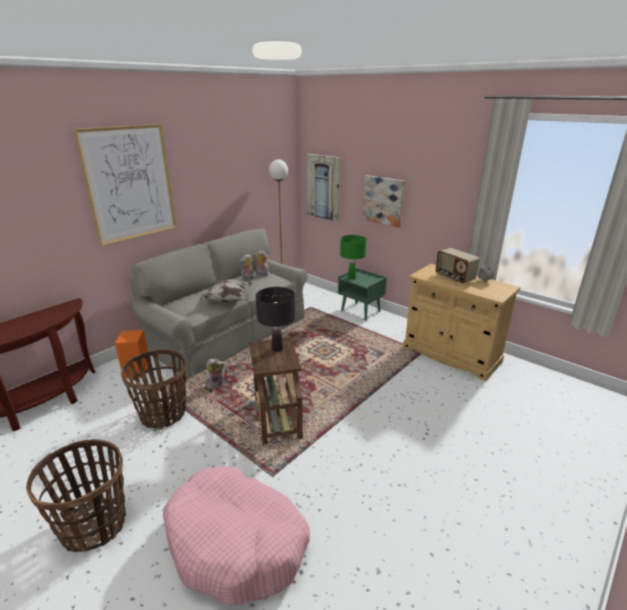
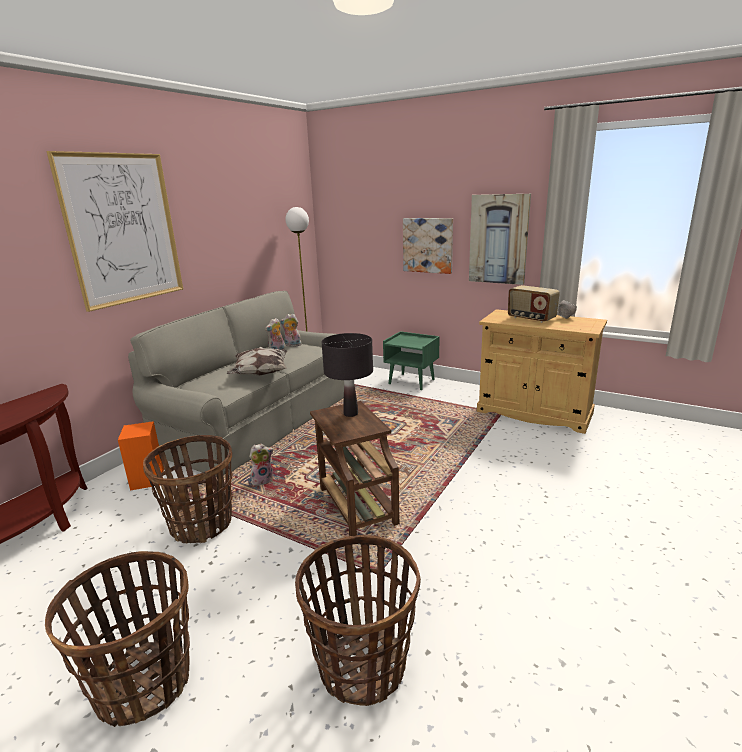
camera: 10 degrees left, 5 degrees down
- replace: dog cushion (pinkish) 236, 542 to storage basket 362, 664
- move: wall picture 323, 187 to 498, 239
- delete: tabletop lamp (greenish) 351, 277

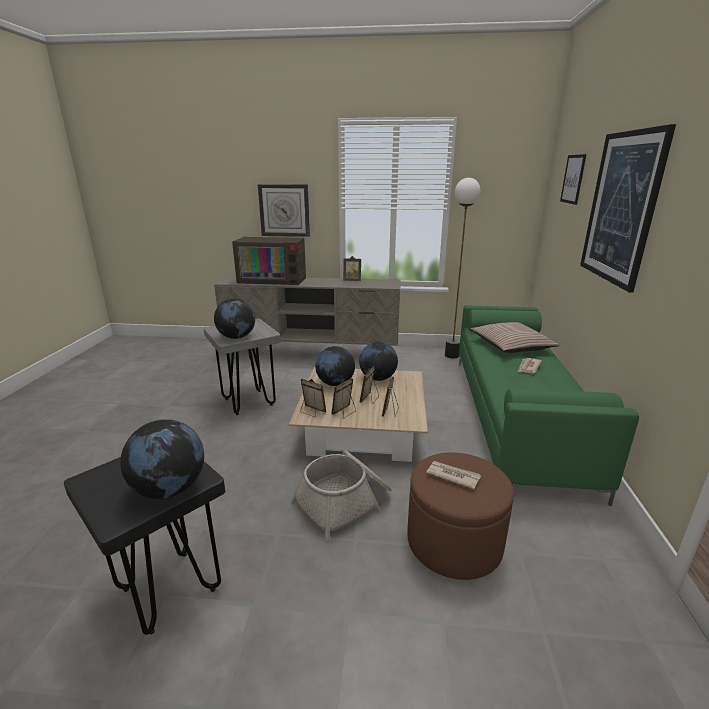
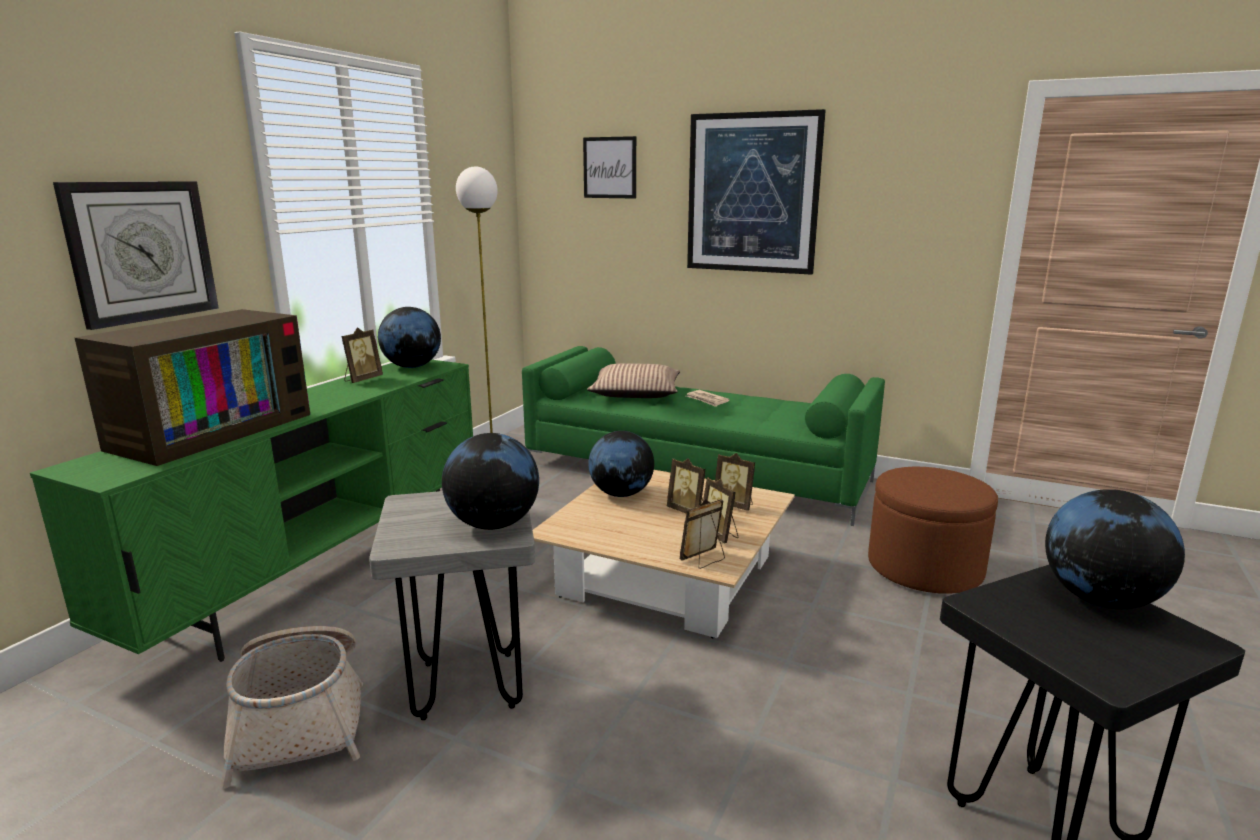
camera: 70 degrees left, 5 degrees down
- recolor: tv stand (beige) 312, 354 to tv stand (greenish) 324, 573
- move: storage basket 345, 502 to 301, 717
- move: globe 335, 383 to 412, 367
- delete: daily paper 452, 476

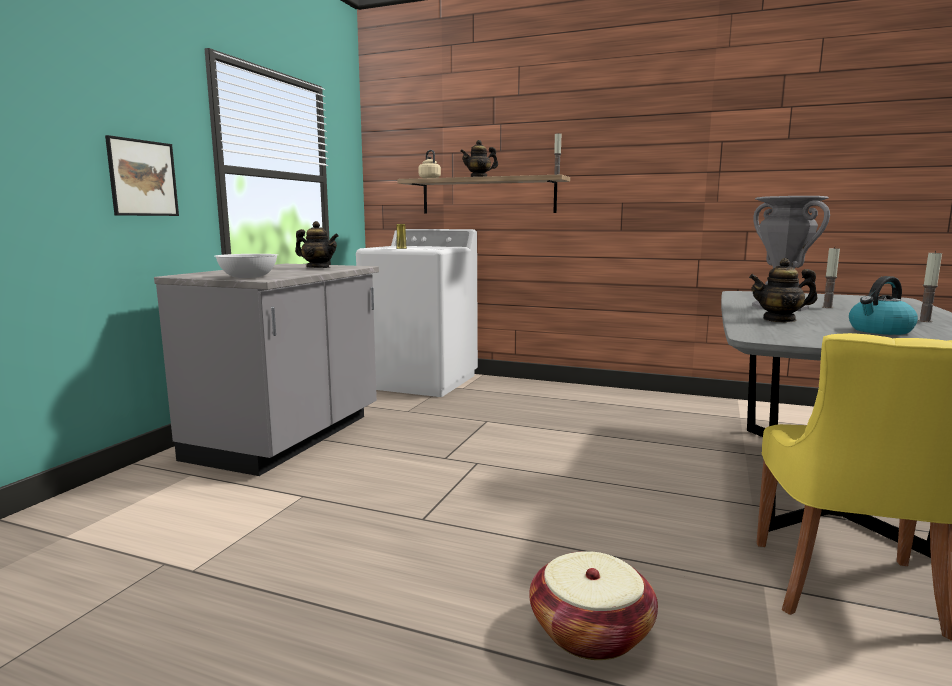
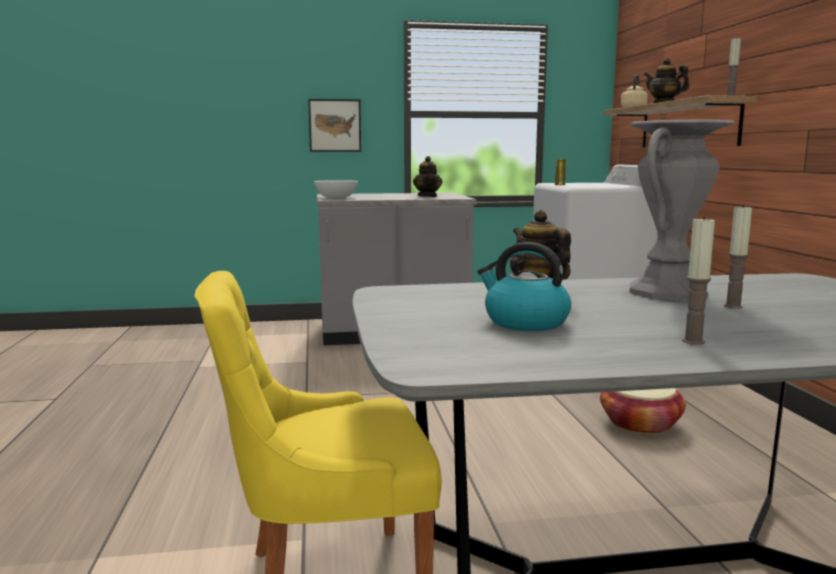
camera: 60 degrees right, 0 degrees up
- move: storage basket 590, 632 to 640, 424

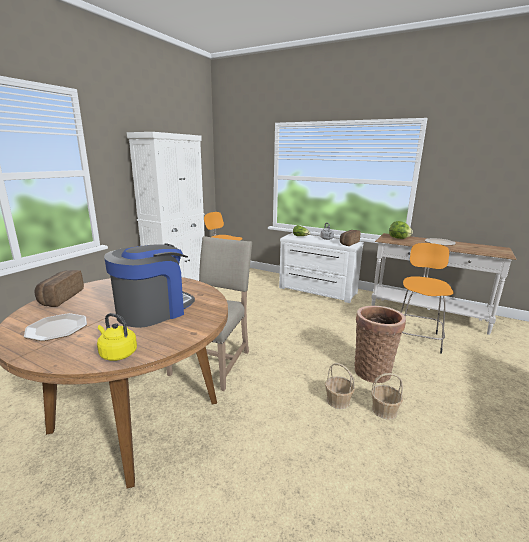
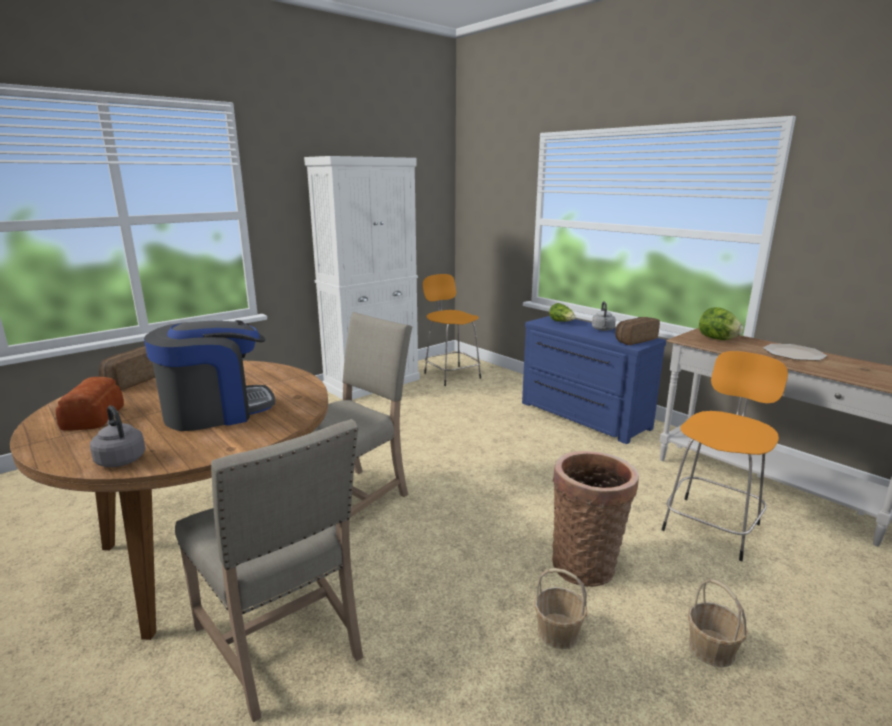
camera: 20 degrees right, 0 degrees up
- replace: plate 57, 328 to bakery bread 95, 417
- recolor: kettle (yellow) 117, 353 to kettle (greyish) 120, 459
- recolor: dresser (white) 317, 291 to dresser (blue-coloured) 582, 416
- move: storage basket 338, 401 to 711, 649
- insert: plain chair (beige) 283, 642

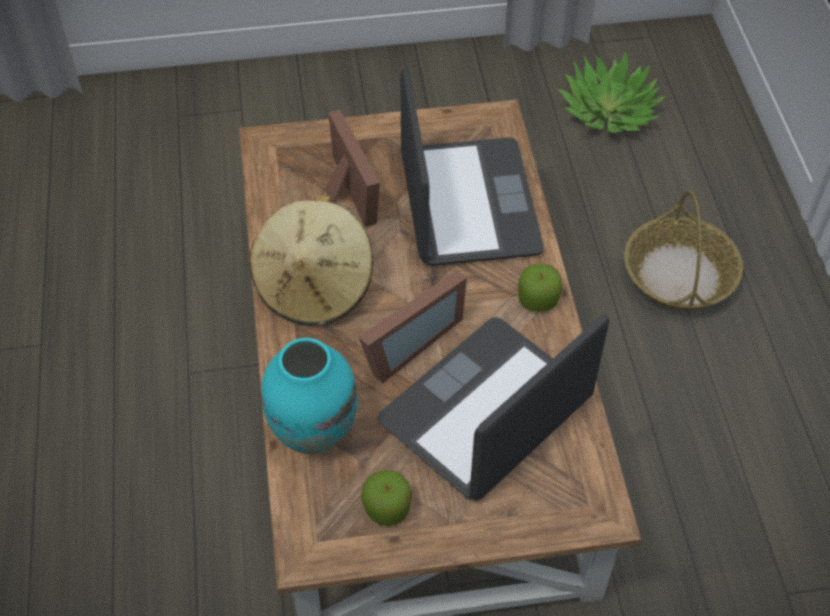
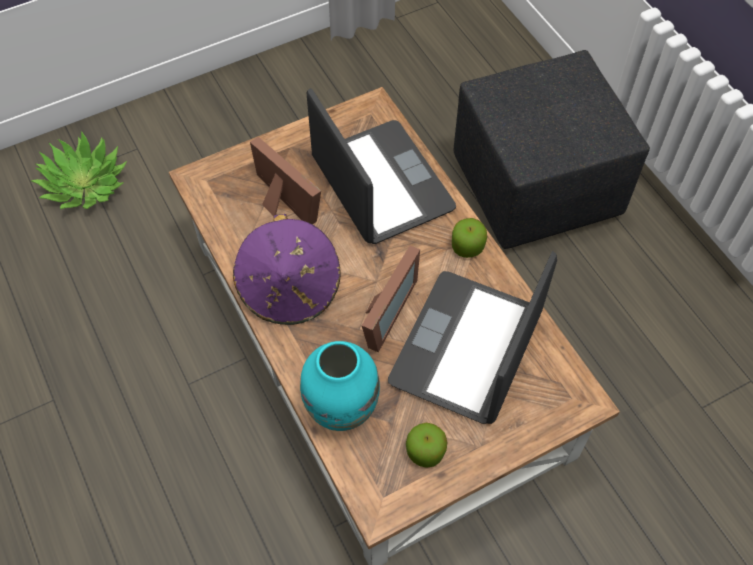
camera: 20 degrees left, 5 degrees up
- recolor: hat (beige) 314, 286 to hat (purple-coloured) 290, 289
- move: houseplant 609, 111 to 85, 184
- replace: storage basket 678, 275 to pouffe (blackish) 533, 188

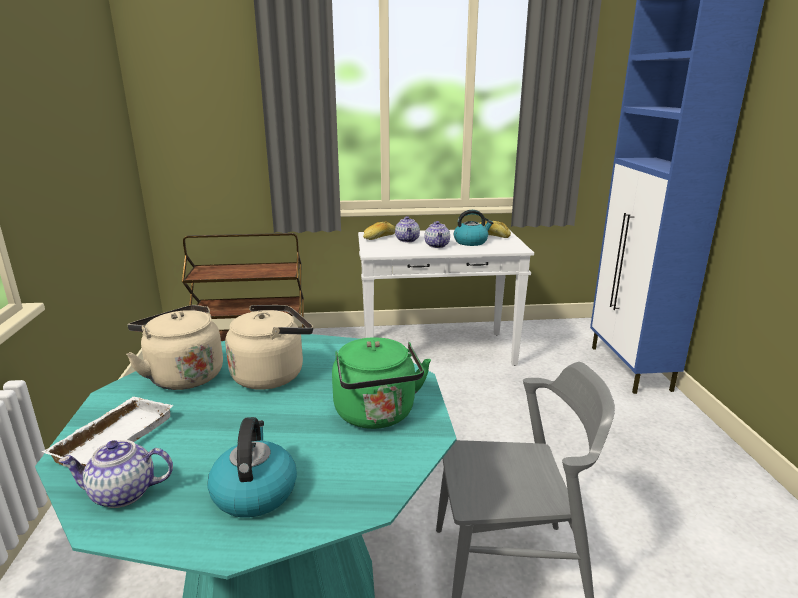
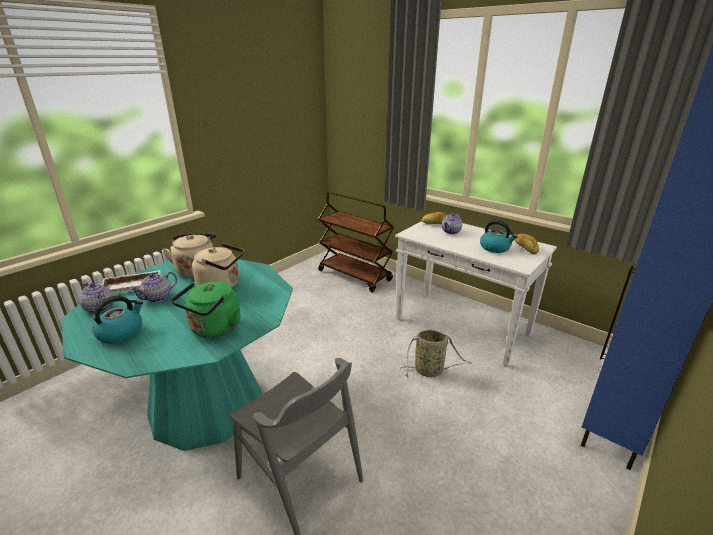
camera: 45 degrees right, 5 degrees up
- move: tea pot 437, 245 to 157, 297
- insert: storage basket 430, 371

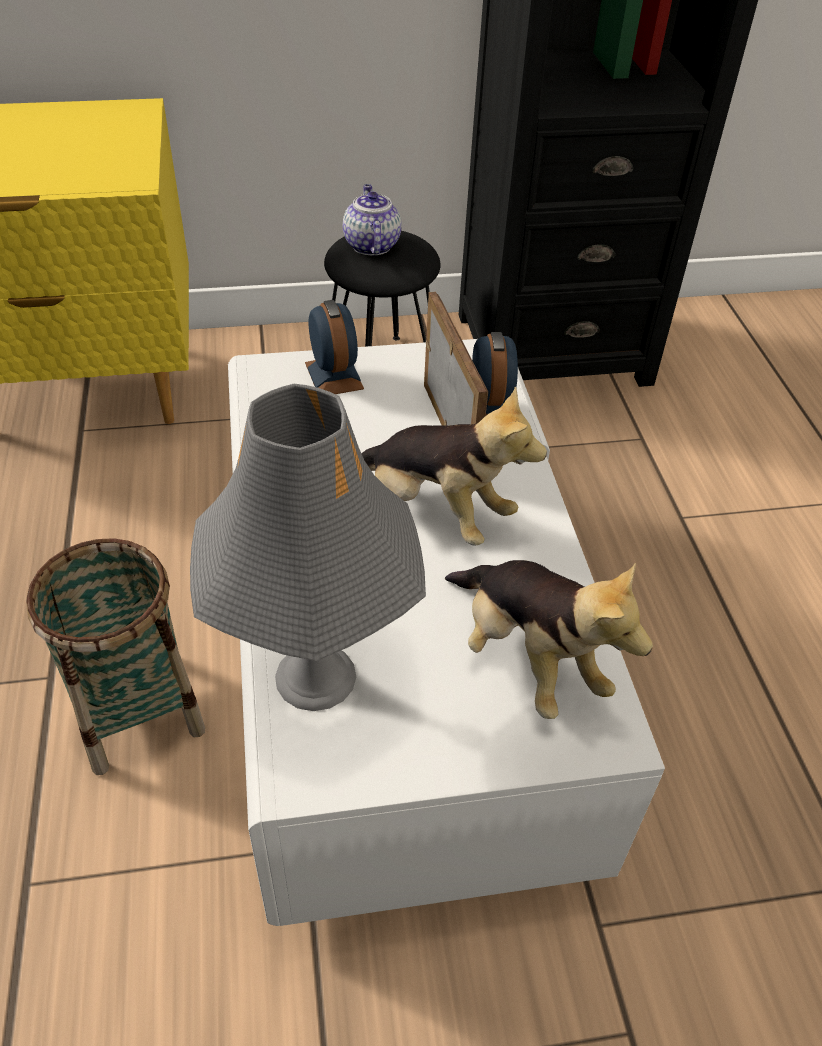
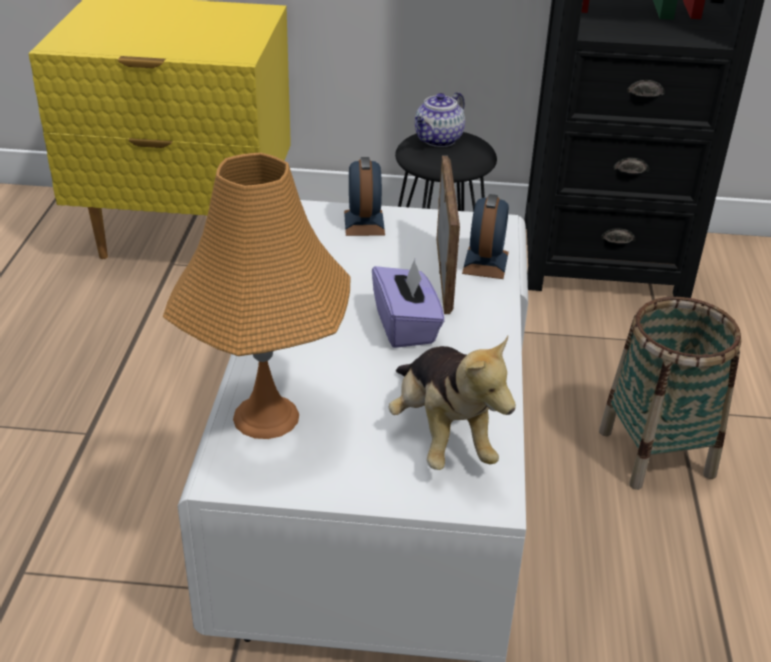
camera: 15 degrees right, 10 degrees down
- move: storage basket 137, 711 to 656, 453
- recolor: tabletop lamp (greyish) 316, 676 to tabletop lamp (orange-coloured) 266, 416
- rotate: tea pot 371, 245 = 438, 140 150 degrees counterclockwise
- replace: cuddly toy 433, 512 to box of tissues (purple-coloured) 406, 326

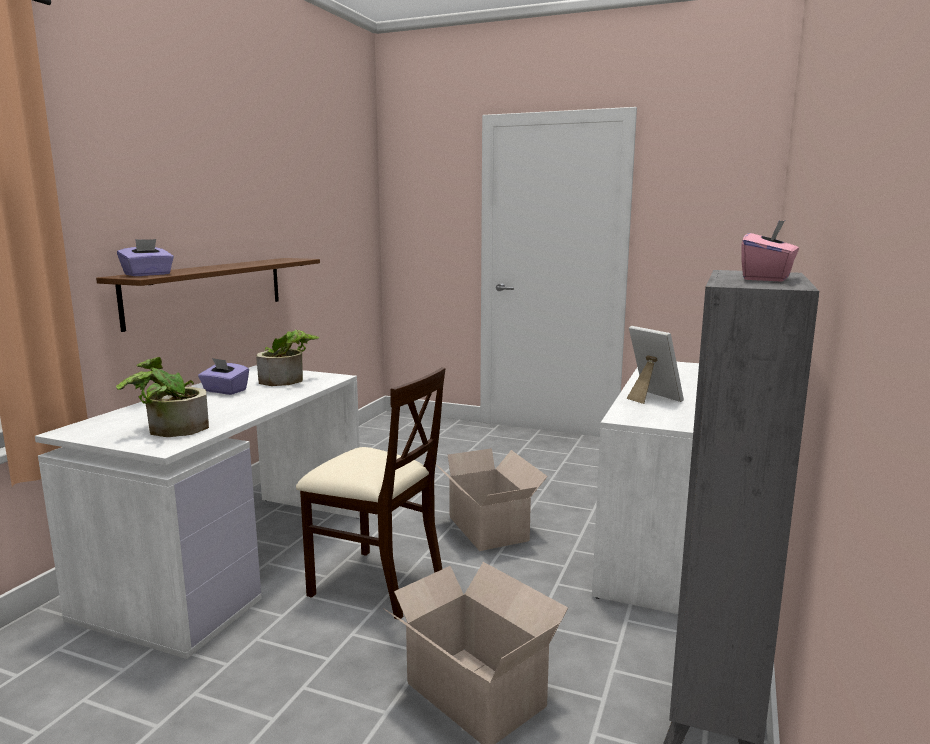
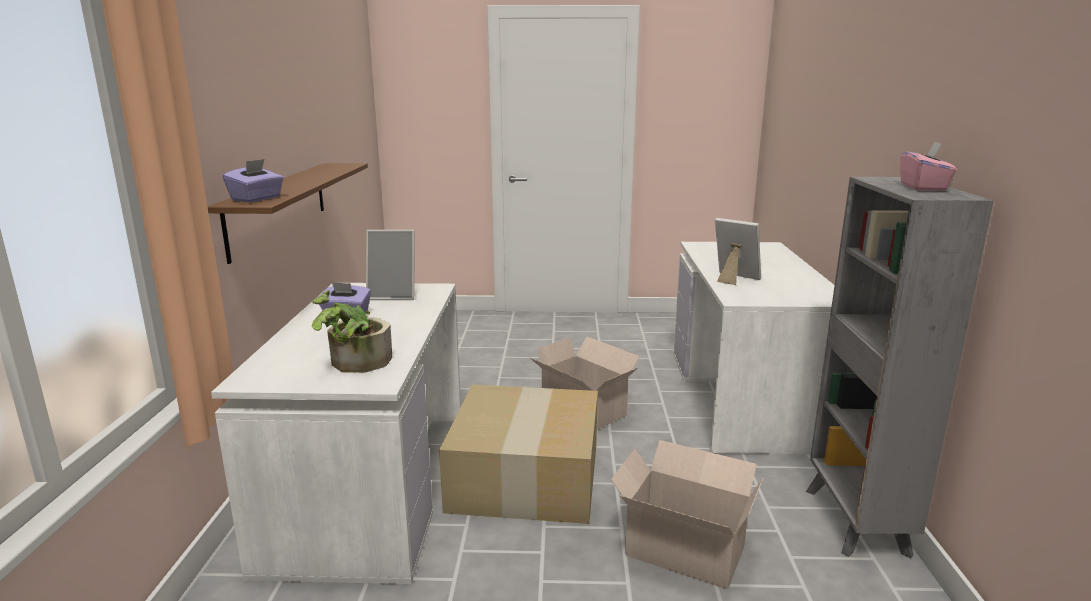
camera: 20 degrees left, 5 degrees up
- replace: houseplant 288, 380 to photo frame 393, 295
- replace: plain chair (beige) 376, 583 to packing box 527, 478

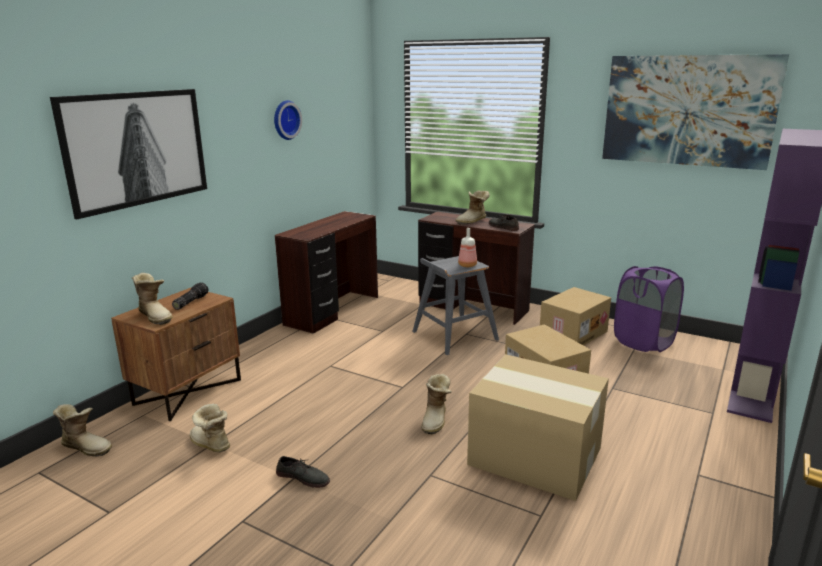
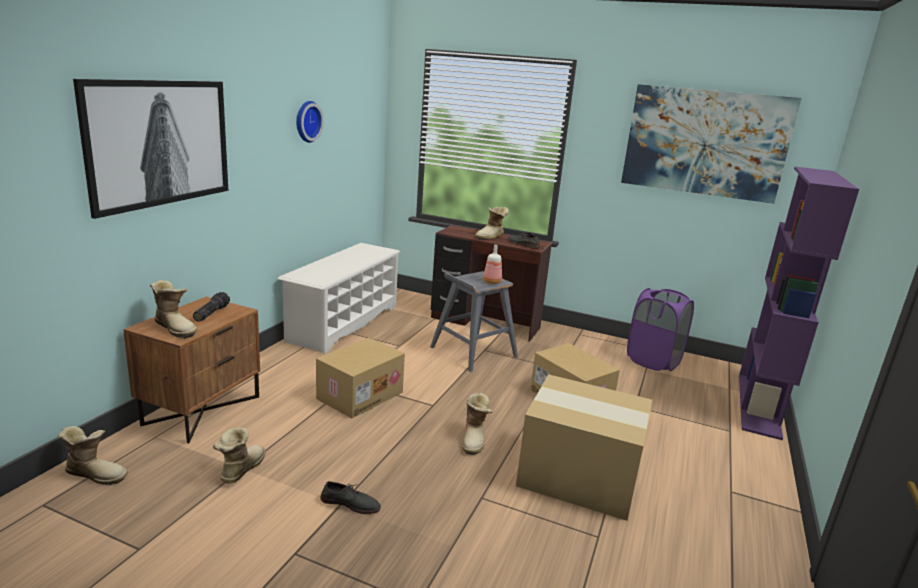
camera: 10 degrees left, 0 degrees up
- rotate: high-top boot 210, 445 = 240, 470 75 degrees clockwise
- replace: desk table (brown) 333, 311 to shoe shelf (white) 343, 323
- move: packing box 572, 333 to 359, 395

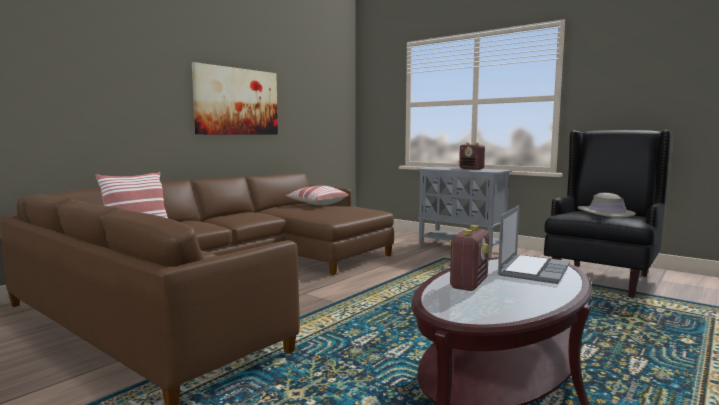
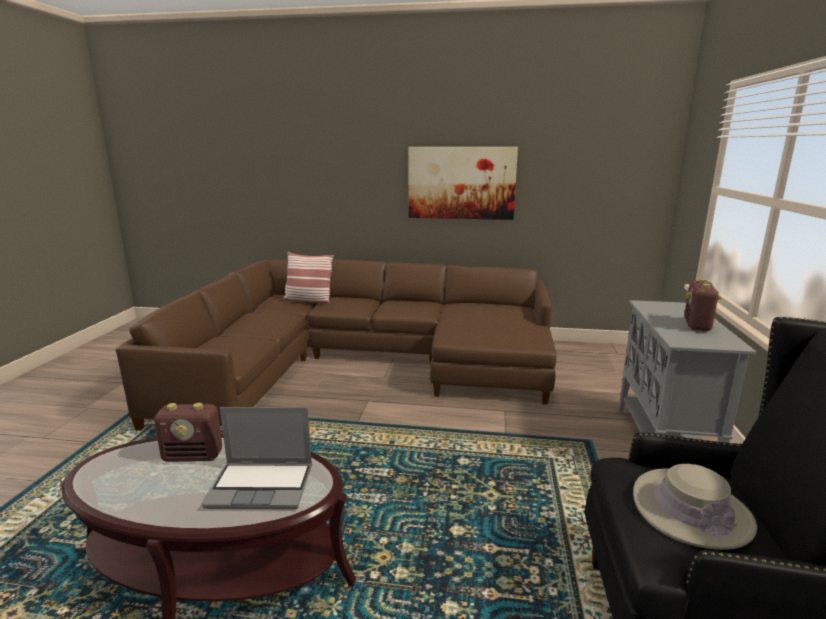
camera: 60 degrees right, 10 degrees up
- delete: pillow 317, 204

